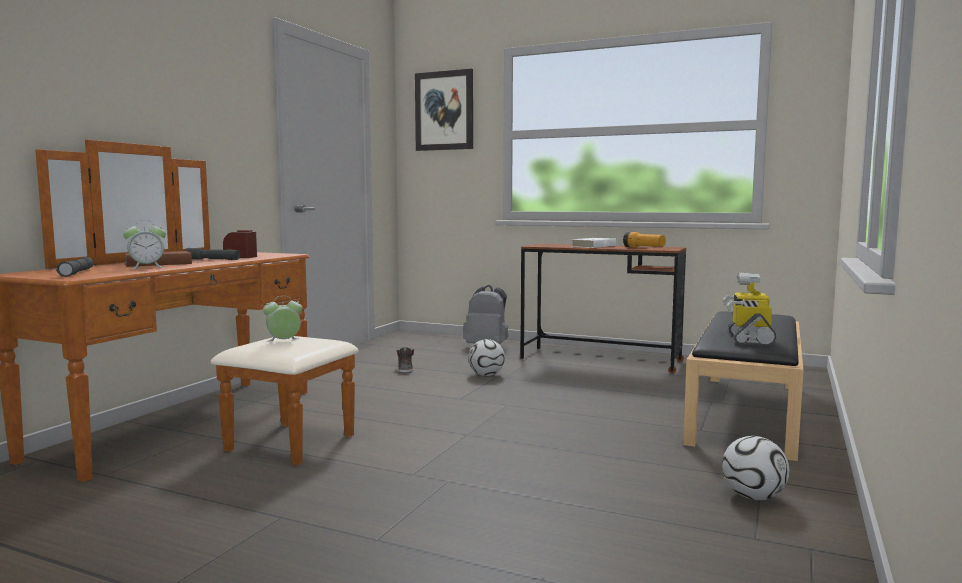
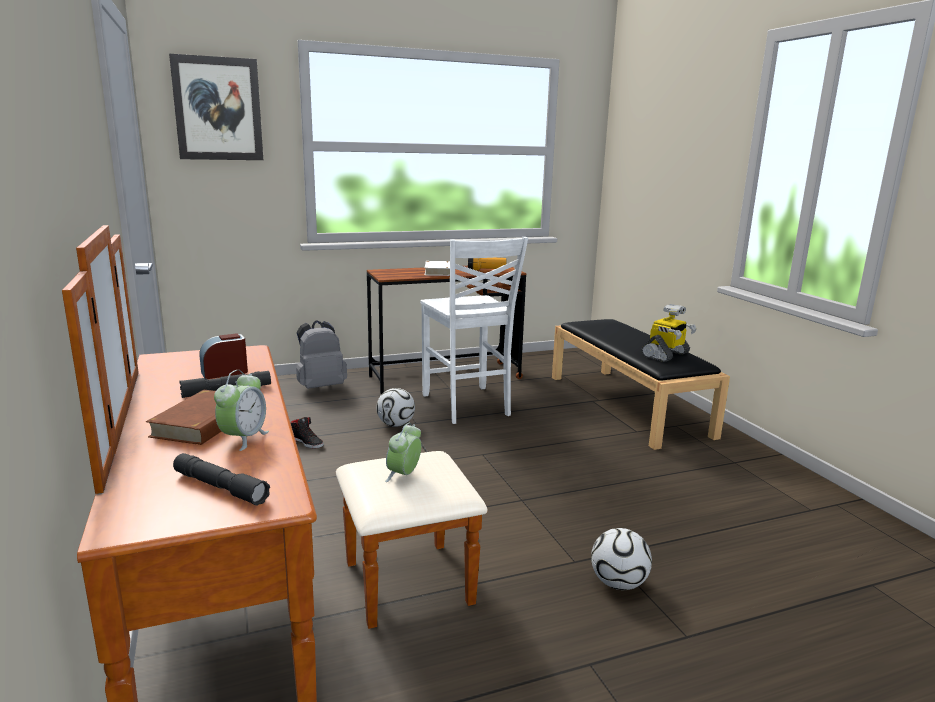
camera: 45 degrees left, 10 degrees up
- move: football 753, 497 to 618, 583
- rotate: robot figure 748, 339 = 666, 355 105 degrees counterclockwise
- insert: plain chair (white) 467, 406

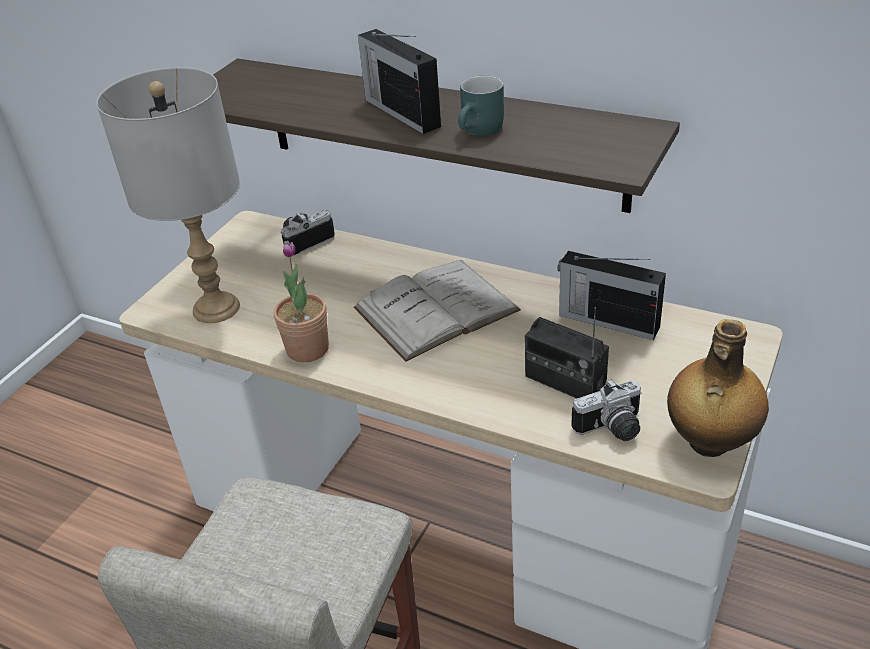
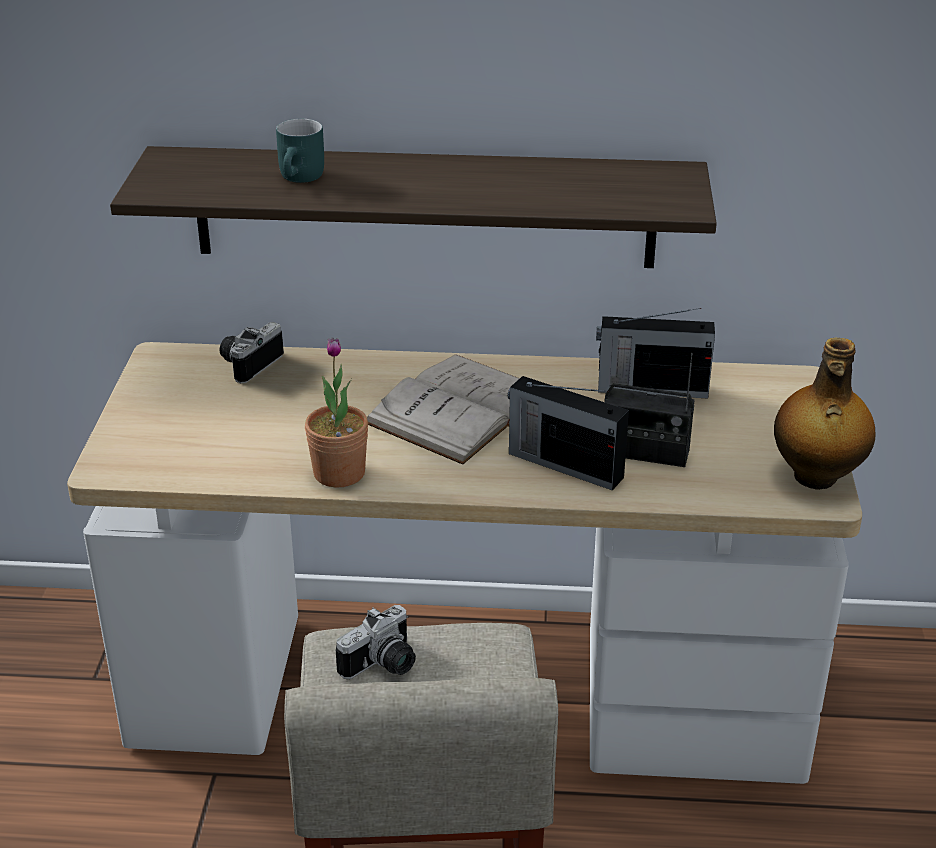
camera: 25 degrees left, 5 degrees down
- delete: tabletop lamp (greyish) 216, 309
- move: radio set 401, 112 to 563, 464
- move: tea mug (turquoise-coloured) 481, 131 to 303, 178
- move: photo camera 612, 430 to 383, 666

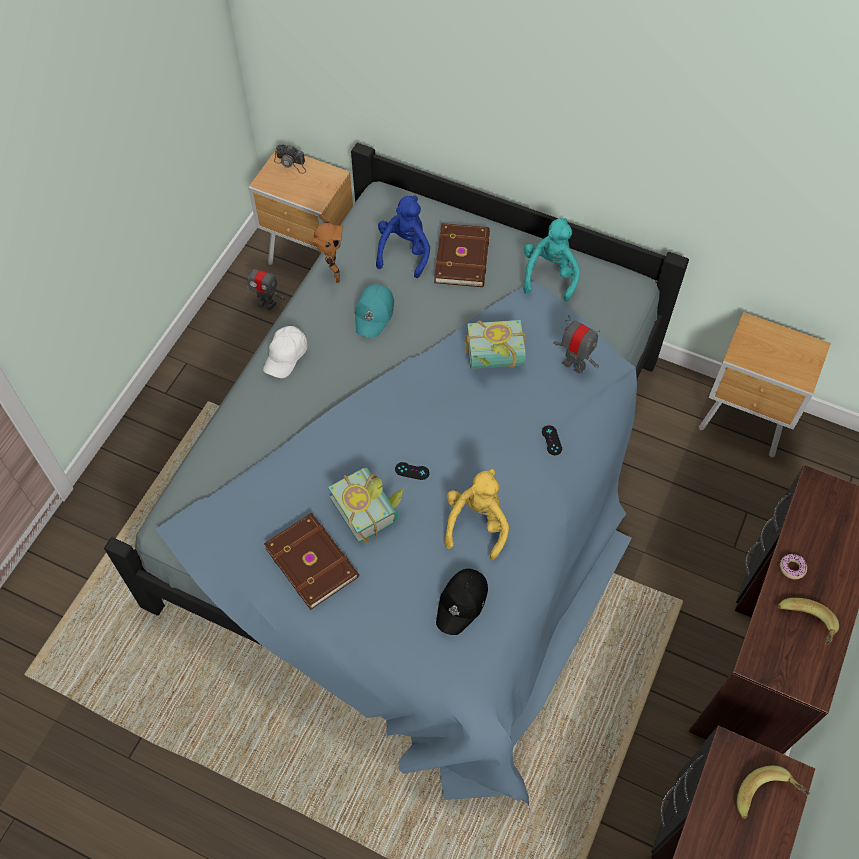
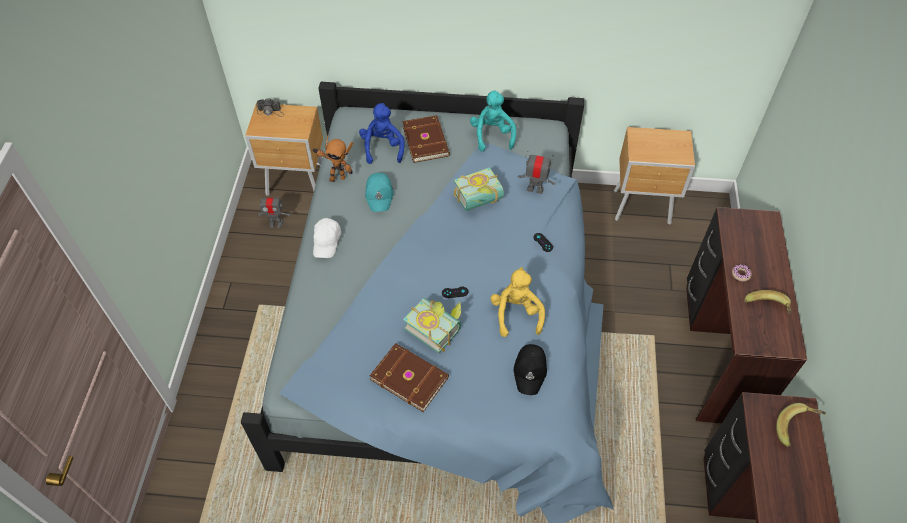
camera: 20 degrees left, 5 degrees down
- rotate: robot figure 332, 275 = 337, 177 120 degrees clockwise

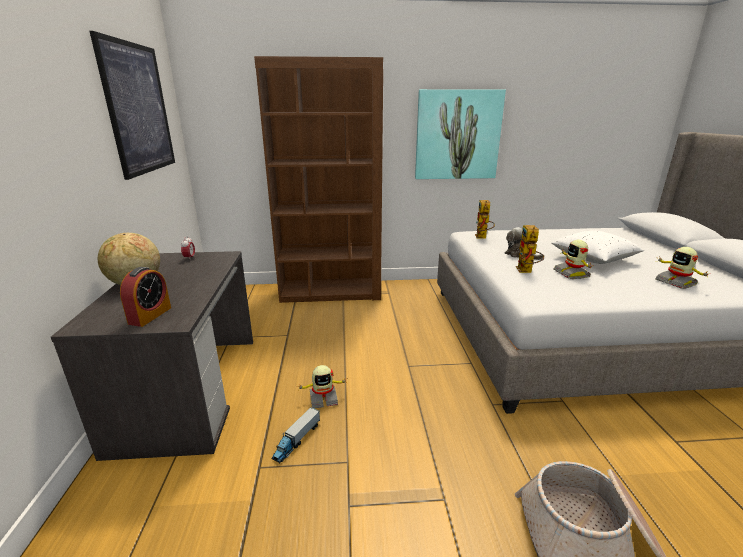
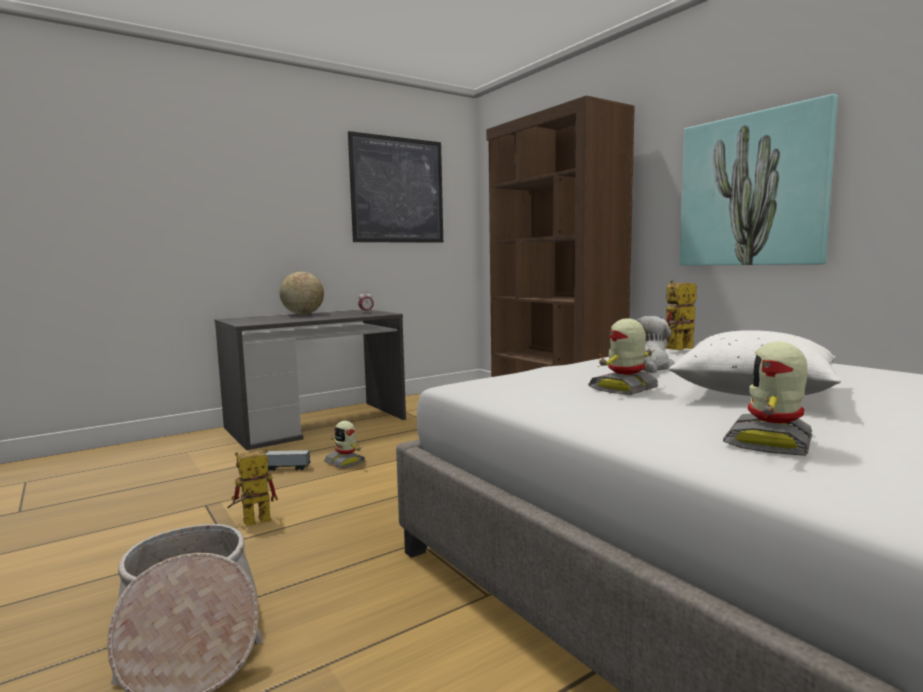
camera: 60 degrees right, 15 degrees down
- delete: bedside clock 150, 315
- move: robot figure 526, 271 to 250, 523

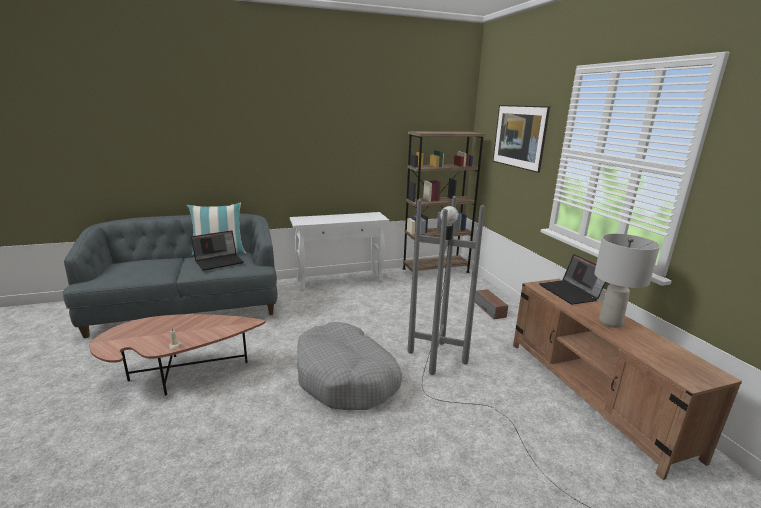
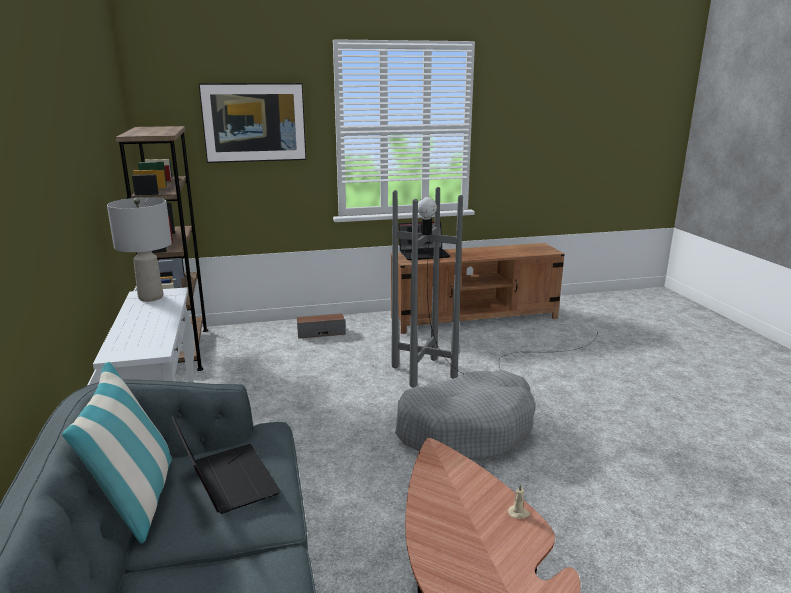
camera: 85 degrees left, 0 degrees up
- move: tabletop lamp (greyish) 609, 322 to 150, 298

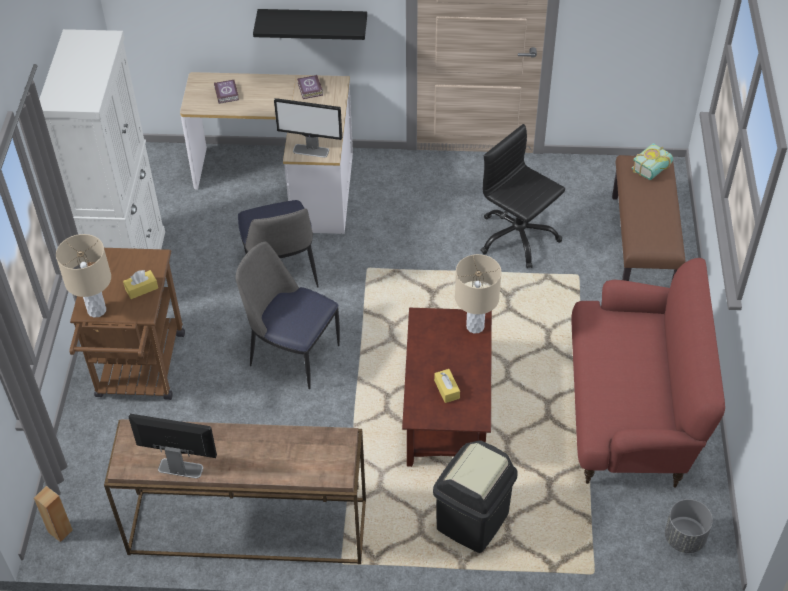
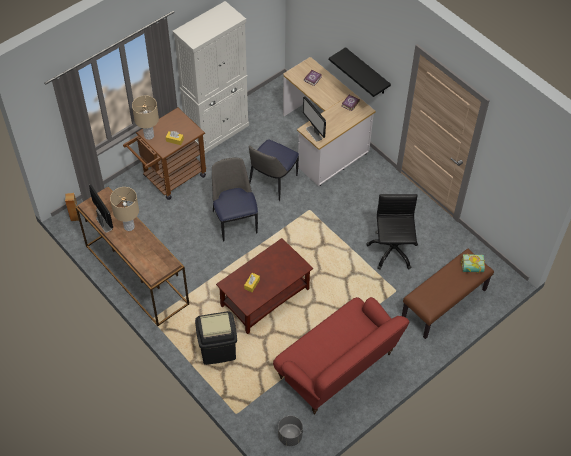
camera: 45 degrees right, 5 degrees up
- move: tabletop lamp (beige) 475, 326 to 129, 227

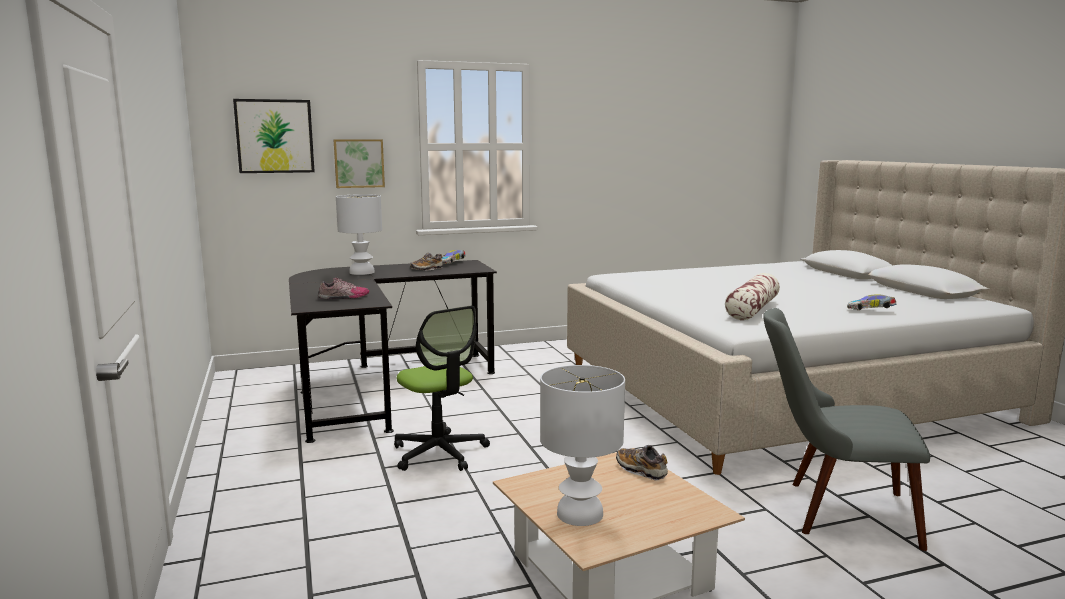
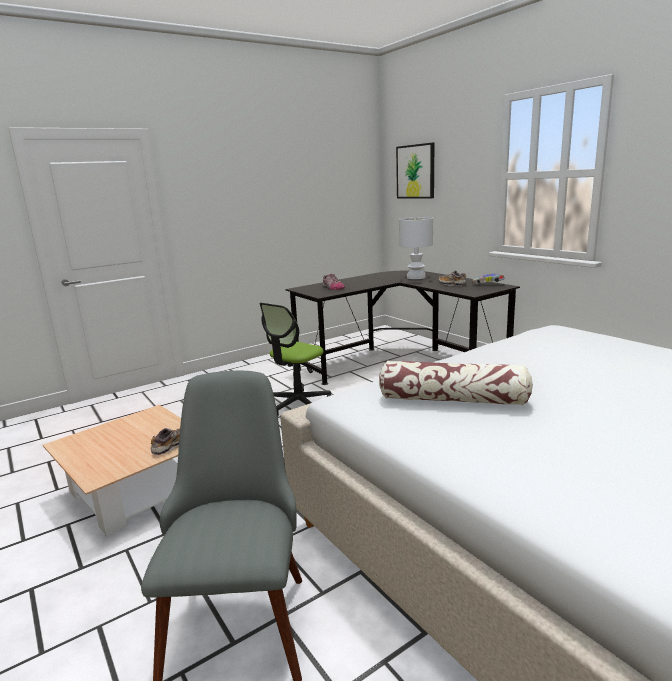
camera: 75 degrees right, 5 degrees up
- delete: wall picture 359, 163
- delete: tabletop lamp (white) 581, 514
- delete: model car 871, 311

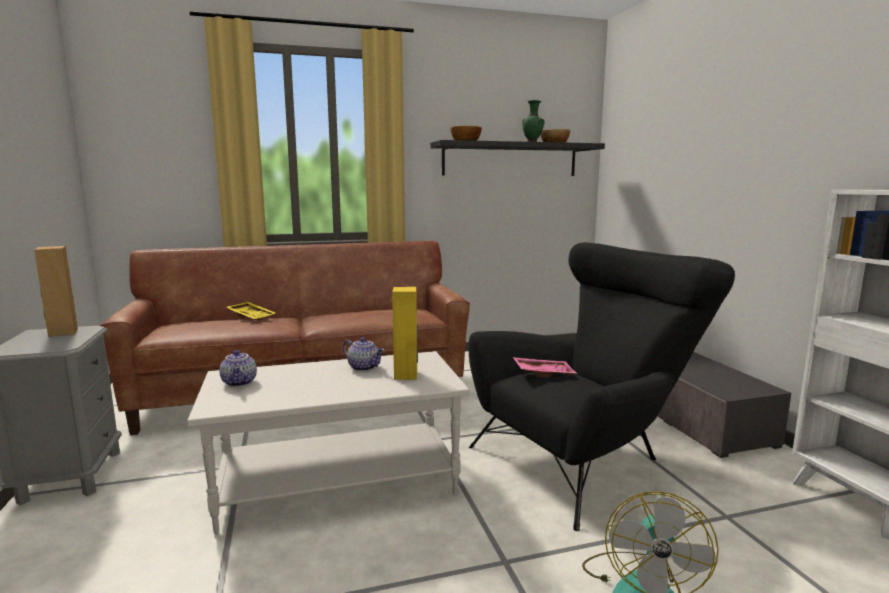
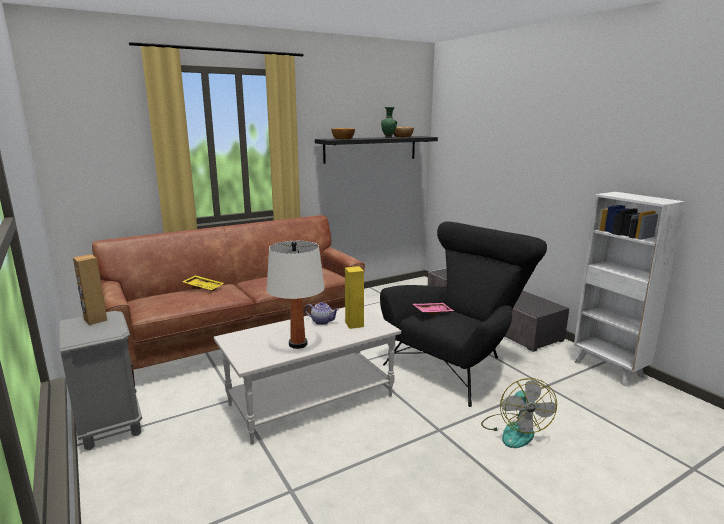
camera: 15 degrees left, 5 degrees up
- delete: tea pot 240, 383
- insert: tabletop lamp (white) 298, 344

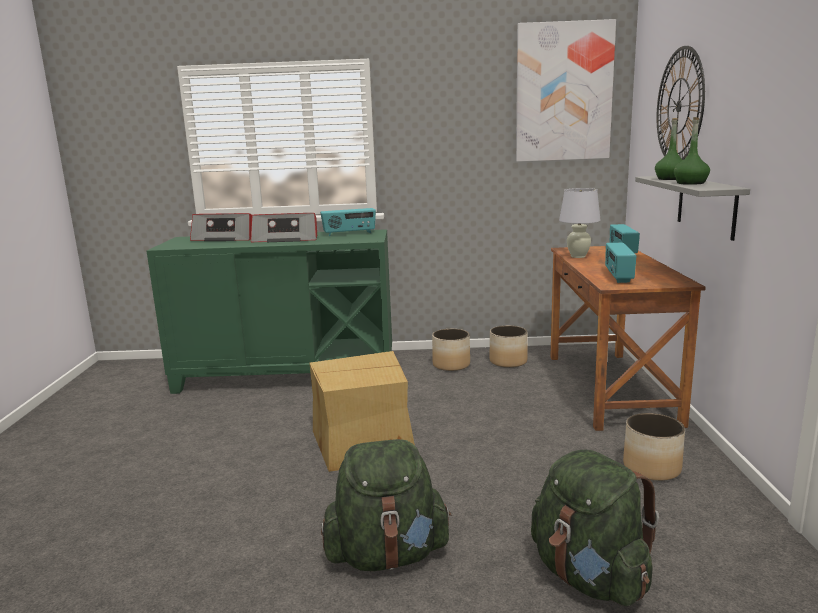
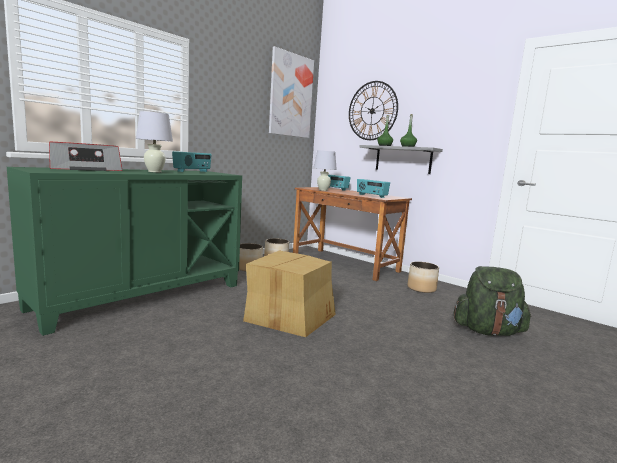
camera: 50 degrees left, 5 degrees down
- replace: radio set 286, 239 to tabletop lamp (white) 154, 171
- delete: backpack (greenish) 387, 555

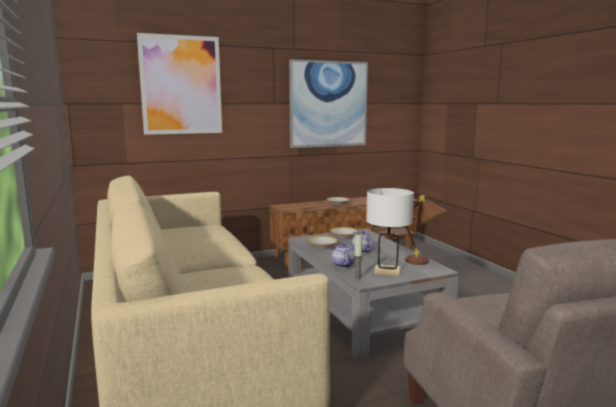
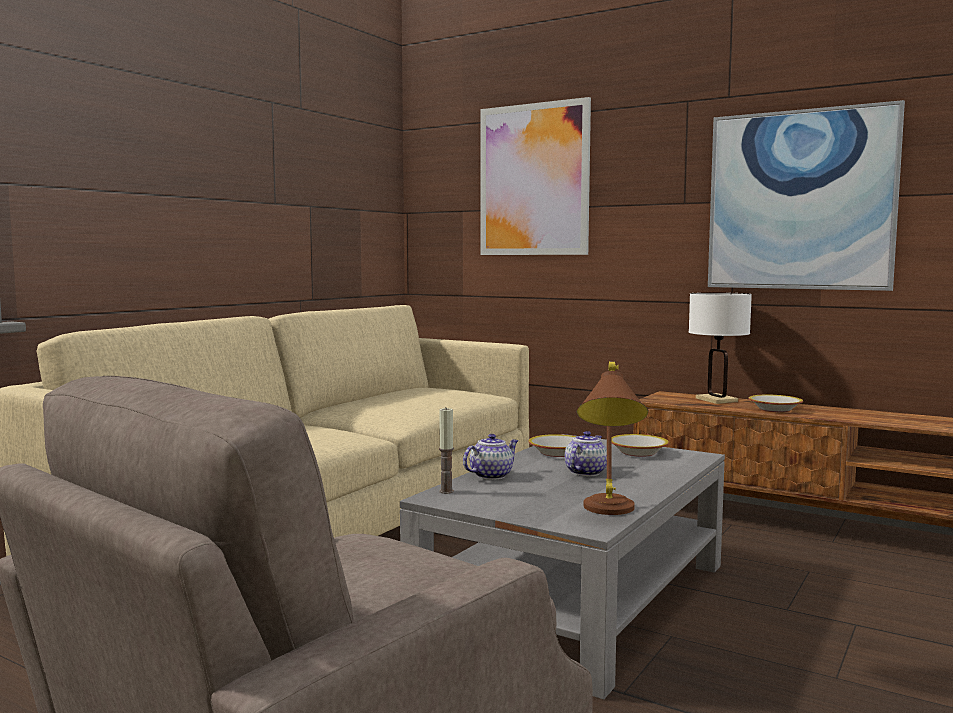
camera: 55 degrees right, 5 degrees down
- move: tabletop lamp (white) 387, 271 to 716, 400

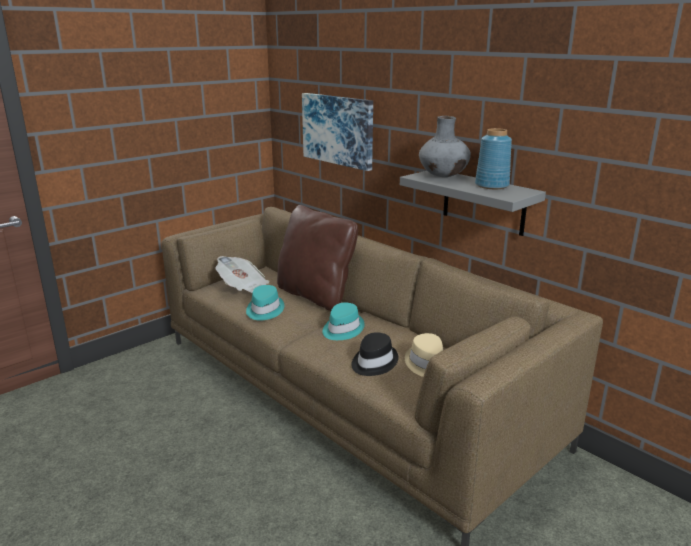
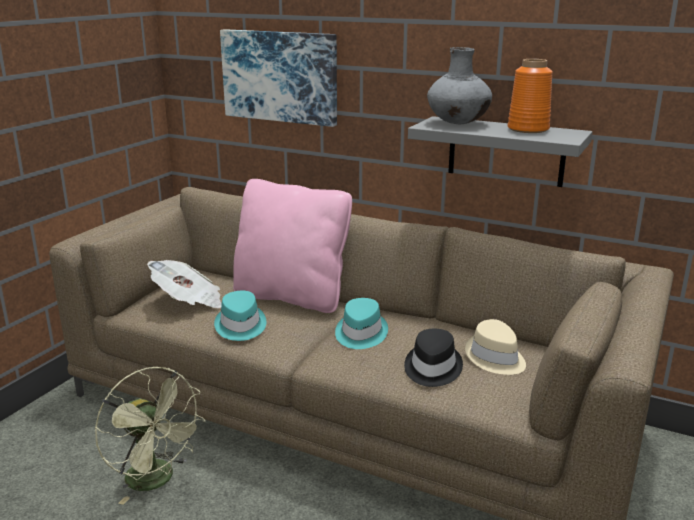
camera: 20 degrees left, 0 degrees up
- recolor: pillow (brown) 316, 295 to pillow (pinkish) 292, 296
- recolor: flower vase (blue-coloured) 492, 186 to flower vase (orange-coloured) 528, 129
- insert: cooling fan (greenish) 157, 480

